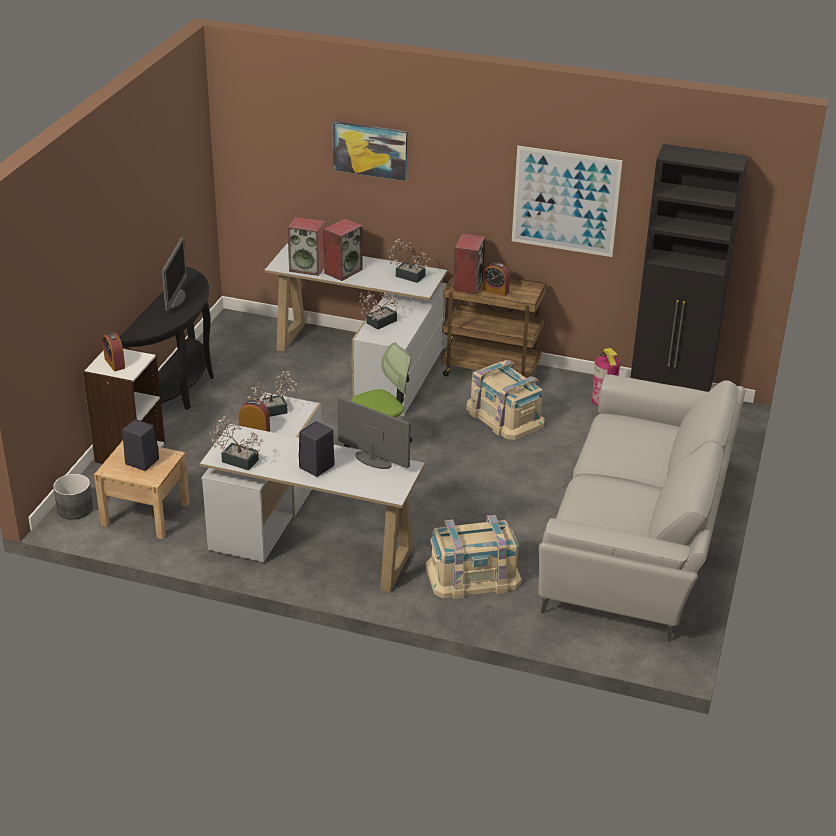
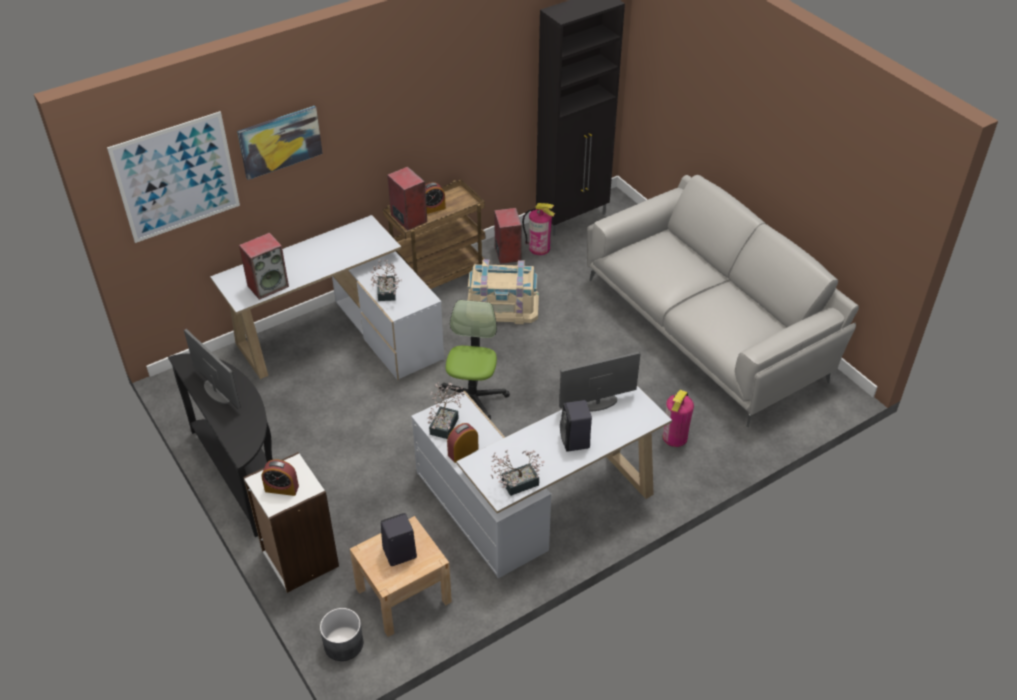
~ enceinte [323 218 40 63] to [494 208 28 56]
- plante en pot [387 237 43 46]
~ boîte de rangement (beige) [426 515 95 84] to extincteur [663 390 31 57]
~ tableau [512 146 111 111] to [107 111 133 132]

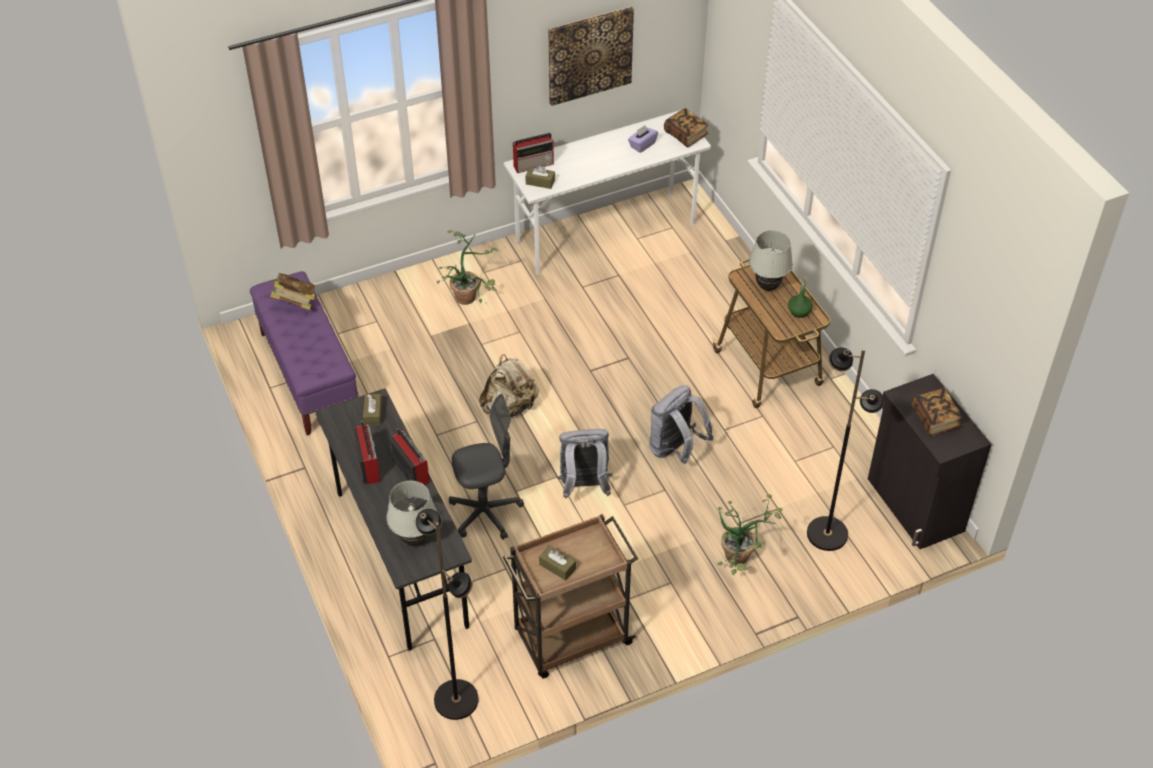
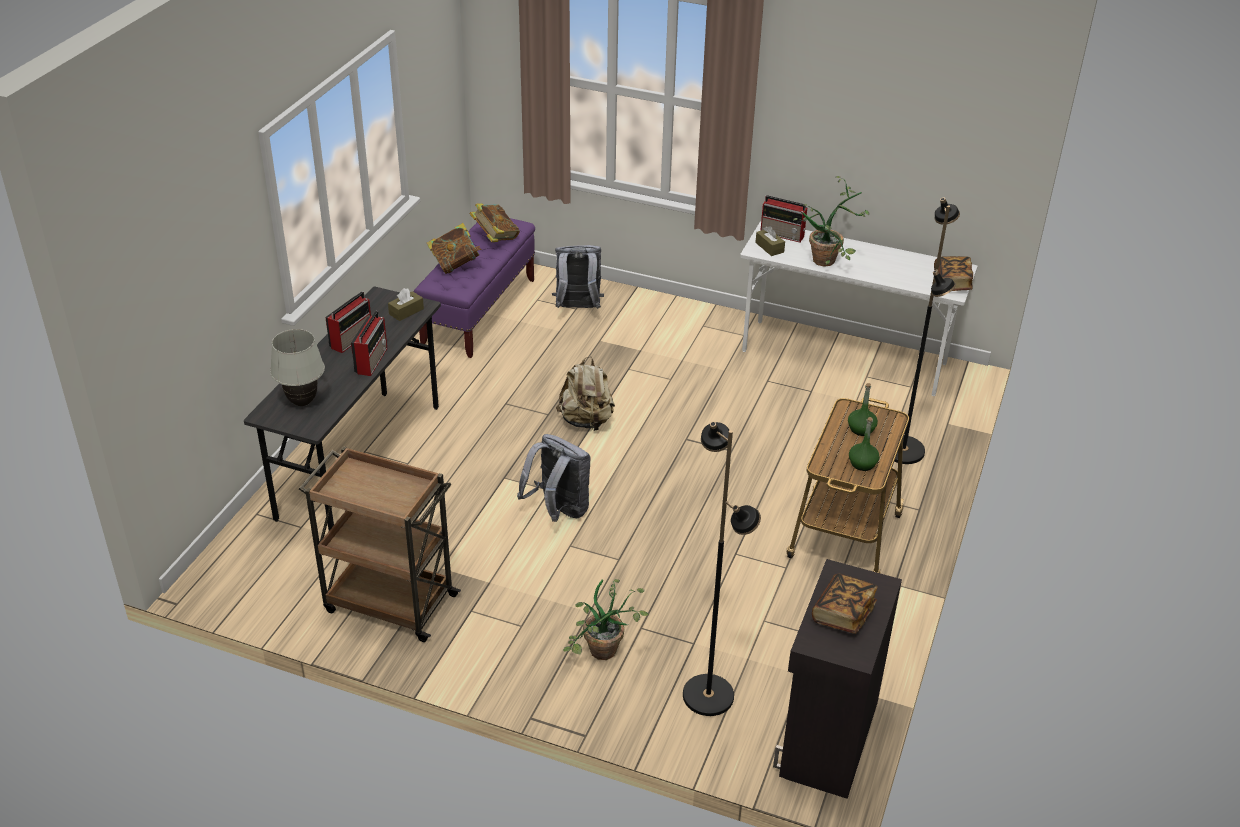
~ lampadaire (noir) [416 509 63 211] to [883 198 77 266]
~ plante en pot [437 230 61 75] to [793 176 76 91]
- chaise de bureau (gris) [449 394 75 146]
- boîte à mouchoirs (marron) [539 545 37 36]
- tableau [548 6 86 100]
- boîte à mouchoirs (violet) [628 125 30 28]
~ sac à dos (gris) [649 385 65 79] to [552 245 52 64]
~ lampe de table (blanc) [749 230 44 61] to bouteille (vert) [848 383 30 53]
+ livre [427 223 55 51]

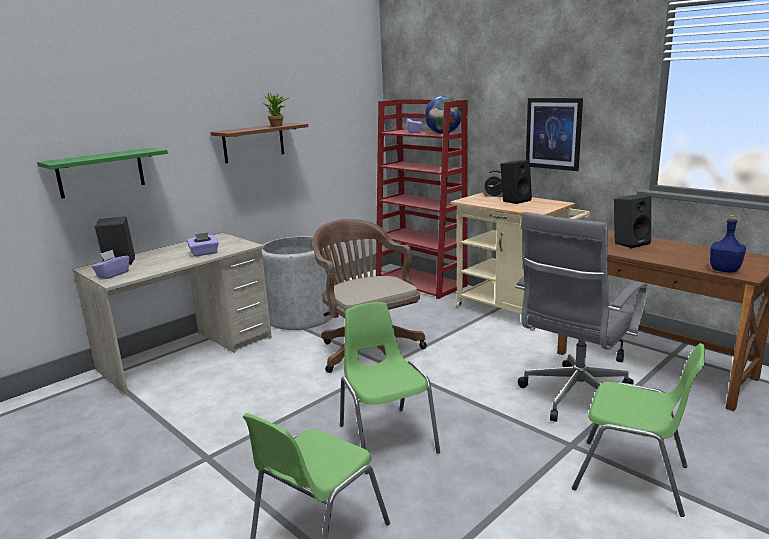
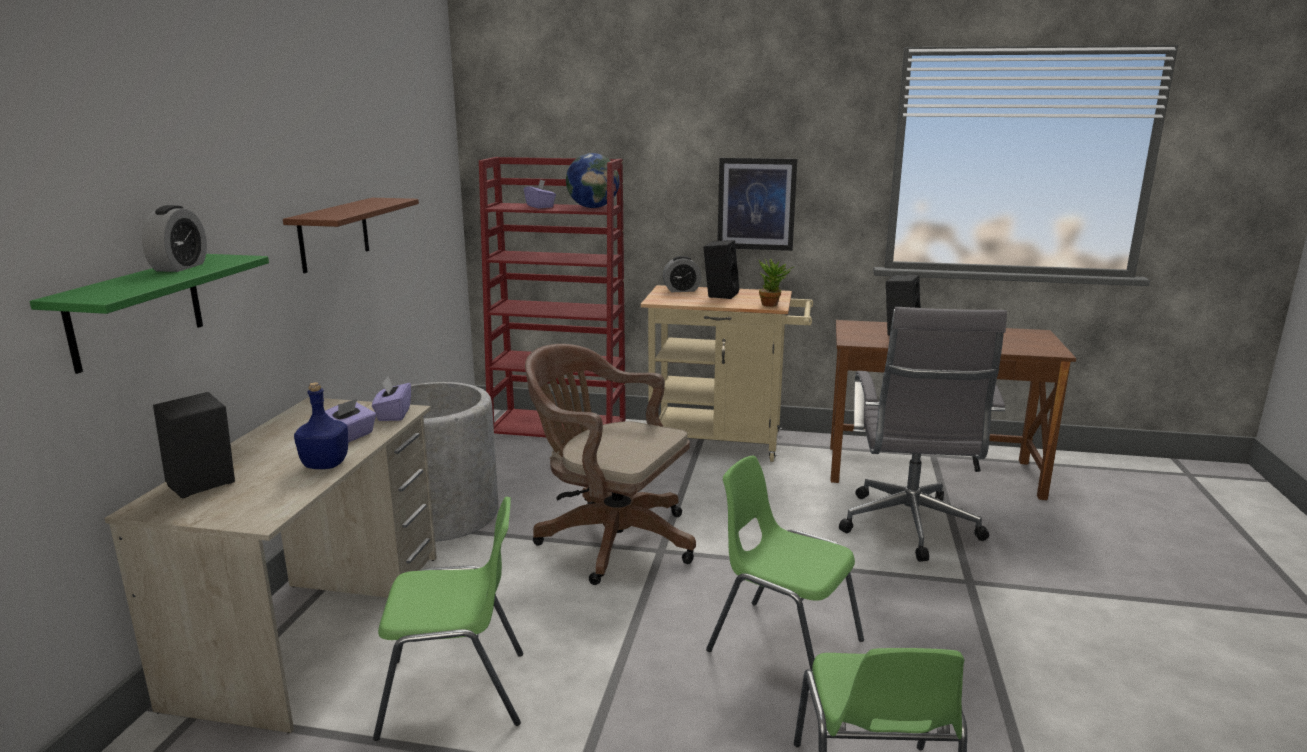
~ boîte à mouchoirs (violet) [92 250 37 29] to [372 377 39 44]
~ plante en pot [263 93 25 34] to [759 259 35 48]
~ chaise (vert) [572 343 133 174] to [373 497 150 244]
~ bouteille (bleu) [710 215 36 58] to [294 382 54 87]
+ réveil [142 205 65 67]

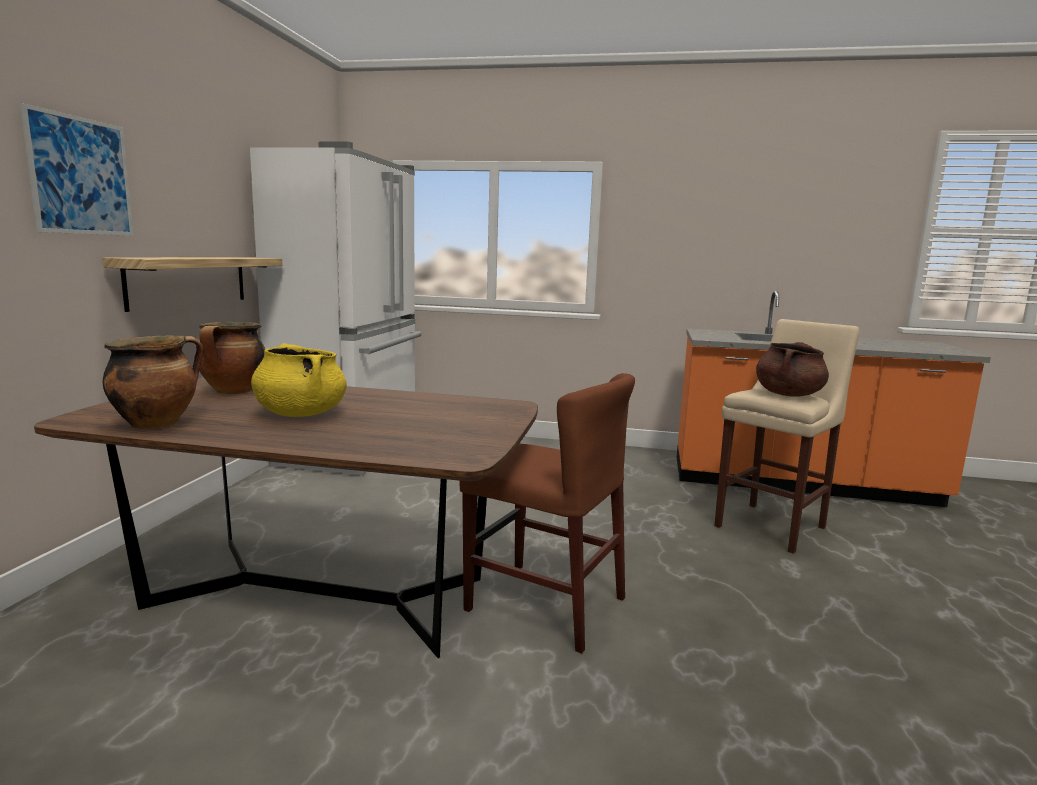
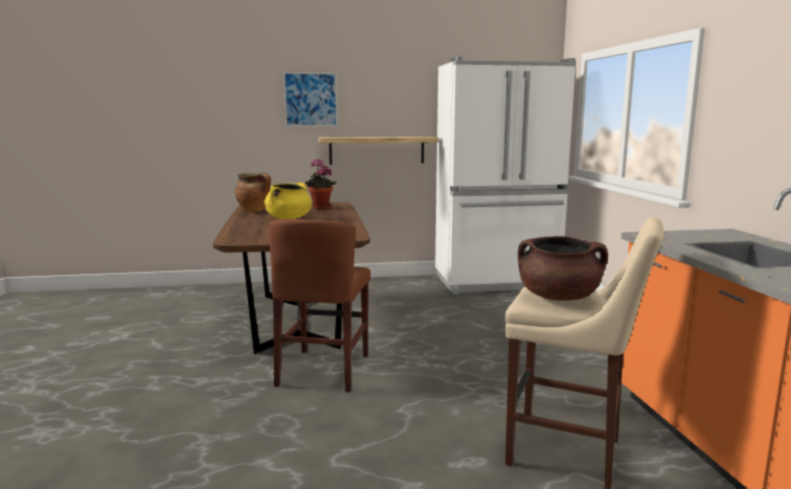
~ marmite [199 322 66 72] to plante en pot [305 158 31 51]

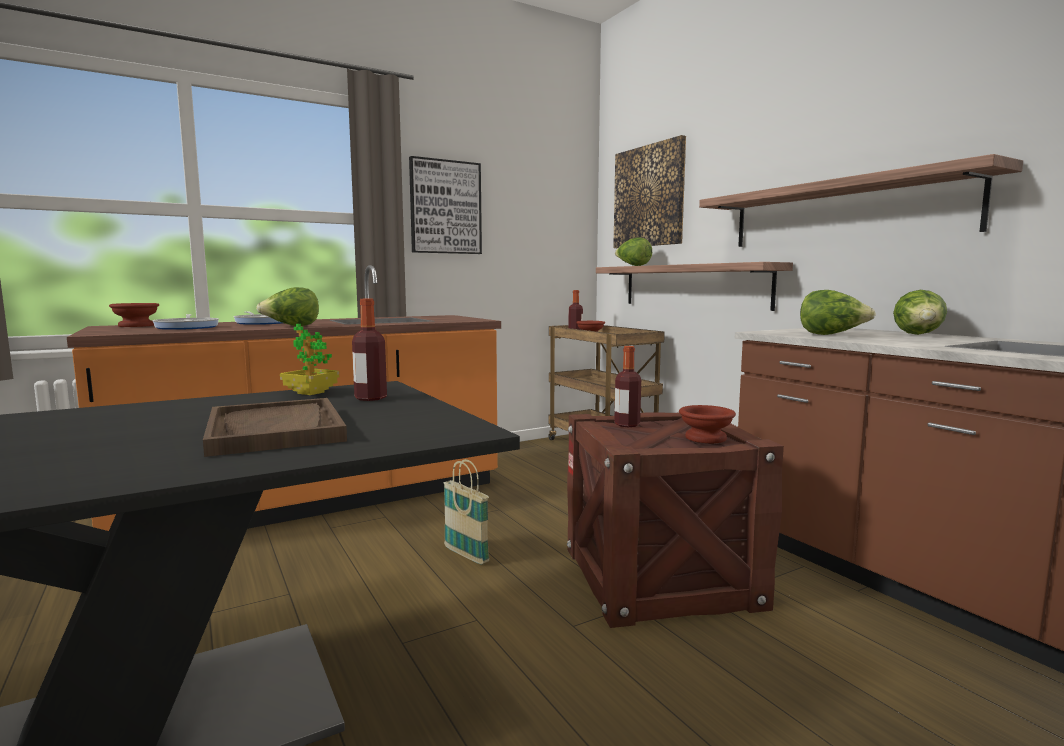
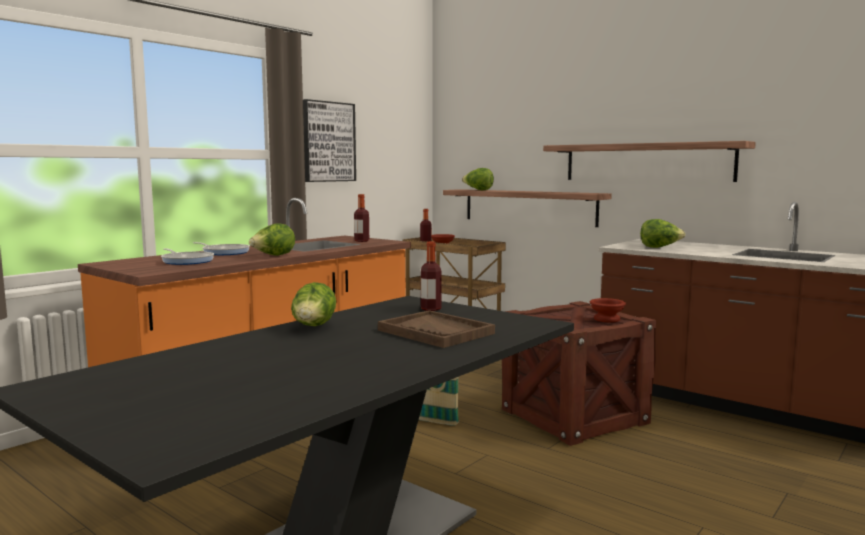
- bol (marron) [109 303 50 24]
- plante en pot [280 324 59 71]
- tableau [613 135 73 113]
~ bouteille [614 346 27 81] to [354 194 15 48]
~ laitue [893 290 54 45] to [291 282 45 44]

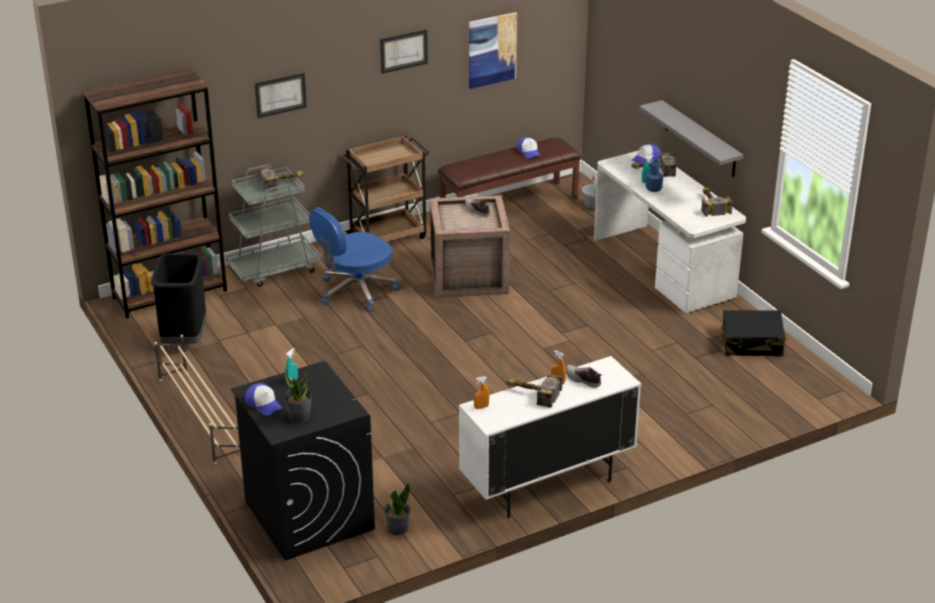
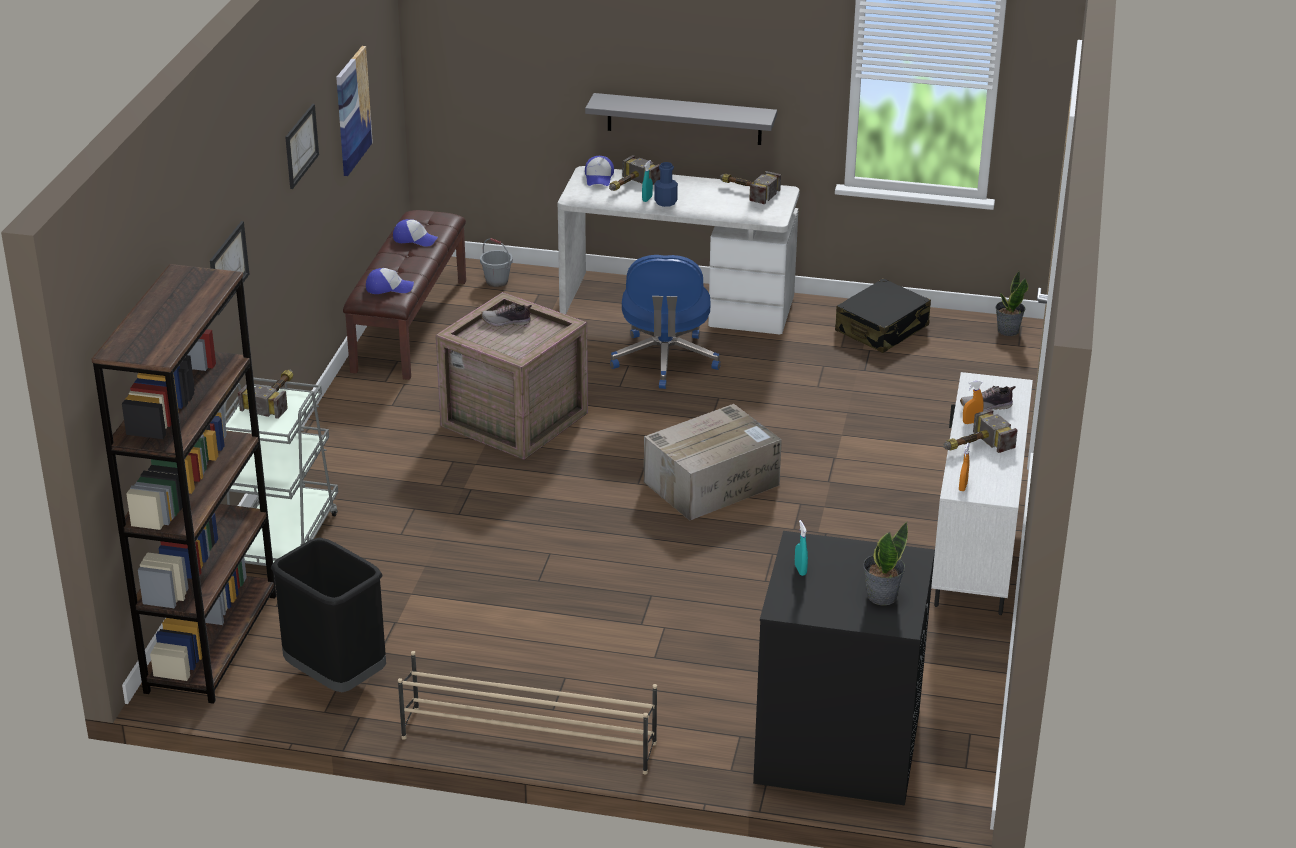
~ casquette [245 383 37 32] to [366 268 48 26]
~ chaise de bureau (bleu) [309 207 91 105] to [610 255 111 134]
- chariot (marron) [342 136 87 106]
~ plante en pot [384 483 27 52] to [995 270 33 66]
+ carton [644 404 138 117]

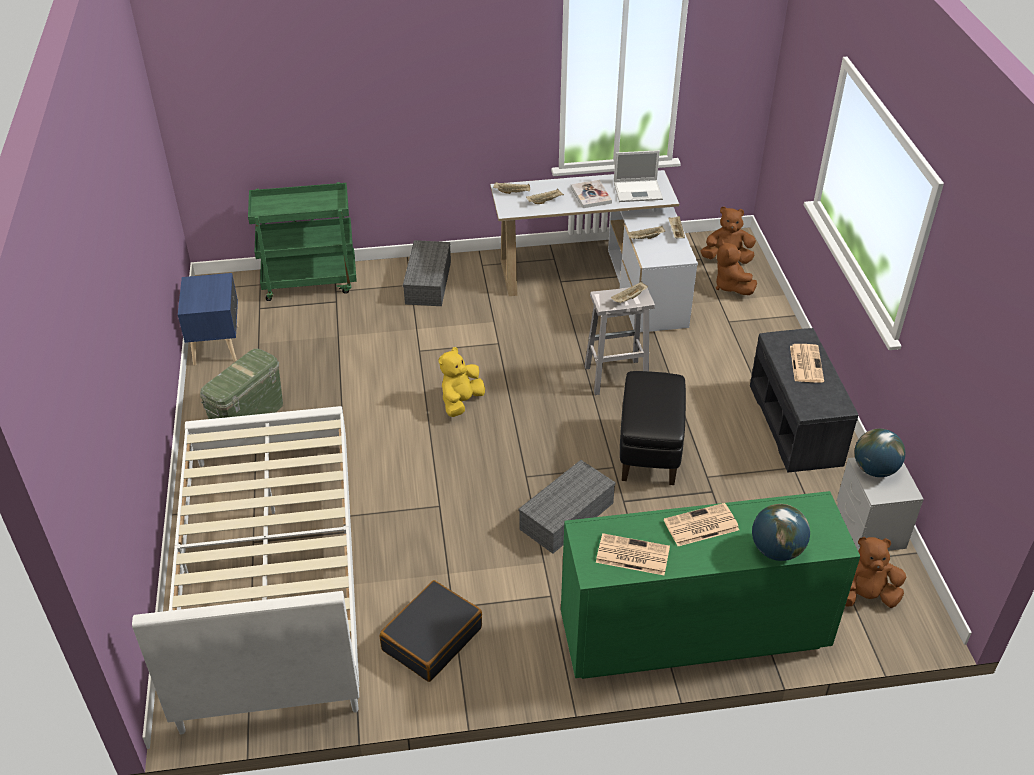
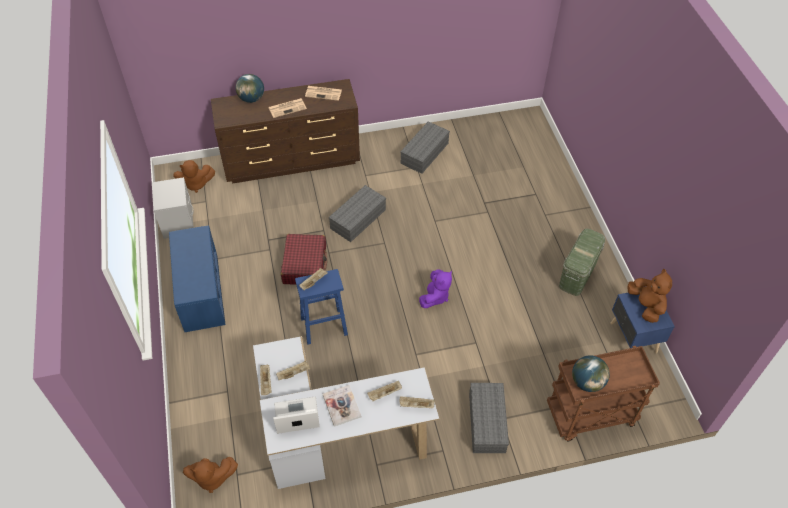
- lit (blanc) [132 406 227 329]
~ chariot (vert) [248 182 109 119] to chariot (marron) [547 346 113 95]
~ valise (noir) [380 580 102 102] to boîte de rangement (gris) [400 121 50 53]
~ peluche (jaune) [439 347 46 70] to peluche (violet) [419 269 33 39]
~ commode (vert) [561 491 299 188] to commode (marron) [211 79 149 105]
~ tabouret (blanc) [585 287 70 108] to tabouret (bleu) [295 269 53 76]
~ pouf (noir) [620 371 66 114] to valise (rouge) [281 234 46 51]
~ peluche (marron) [716 240 41 55] to [627 269 45 54]
~ banc (gris) [750 328 108 145] to banc (bleu) [169 226 57 106]
- journal [790 344 34 39]
~ globe [854 429 51 48] to [572 355 38 37]

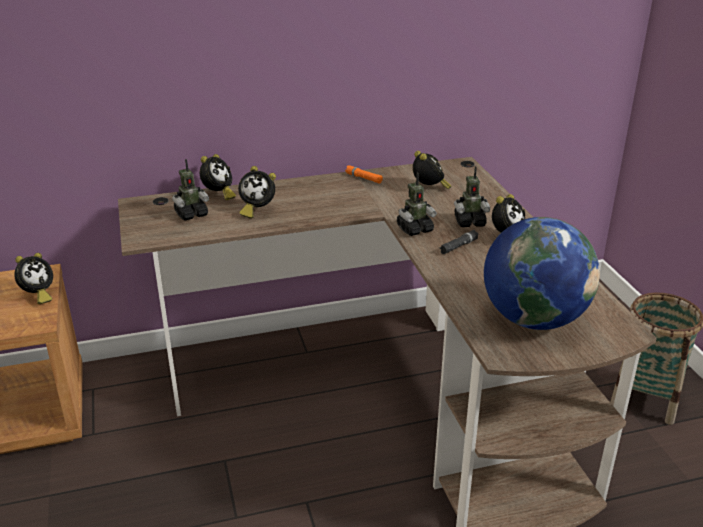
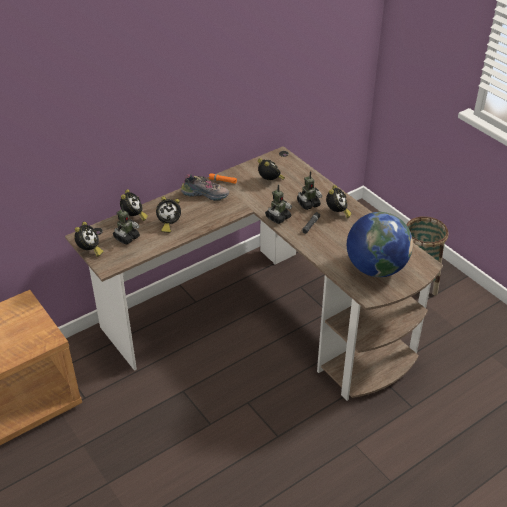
~ réveil [14 253 39 51] to [74 222 30 35]
+ chaussure [181 174 48 27]

